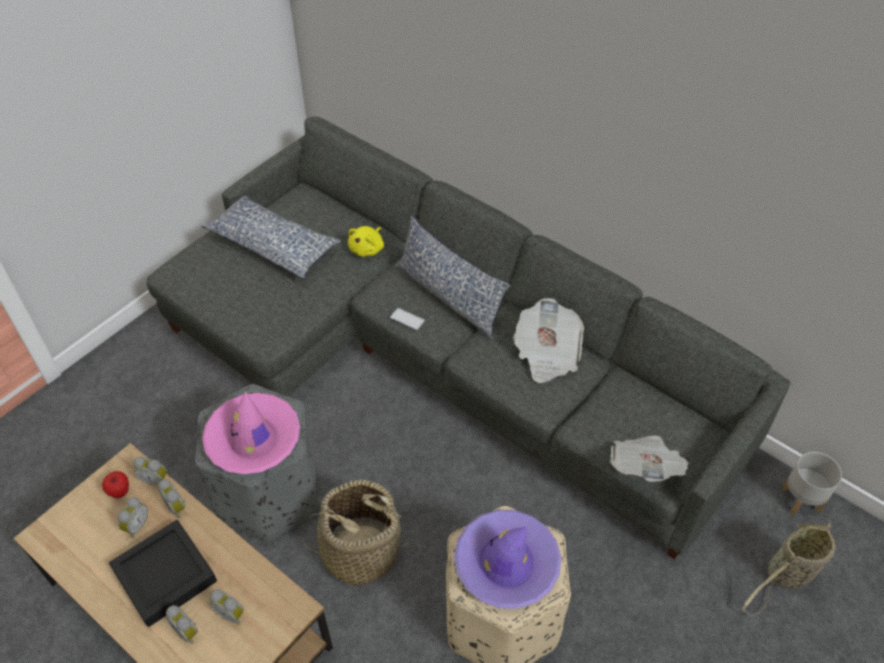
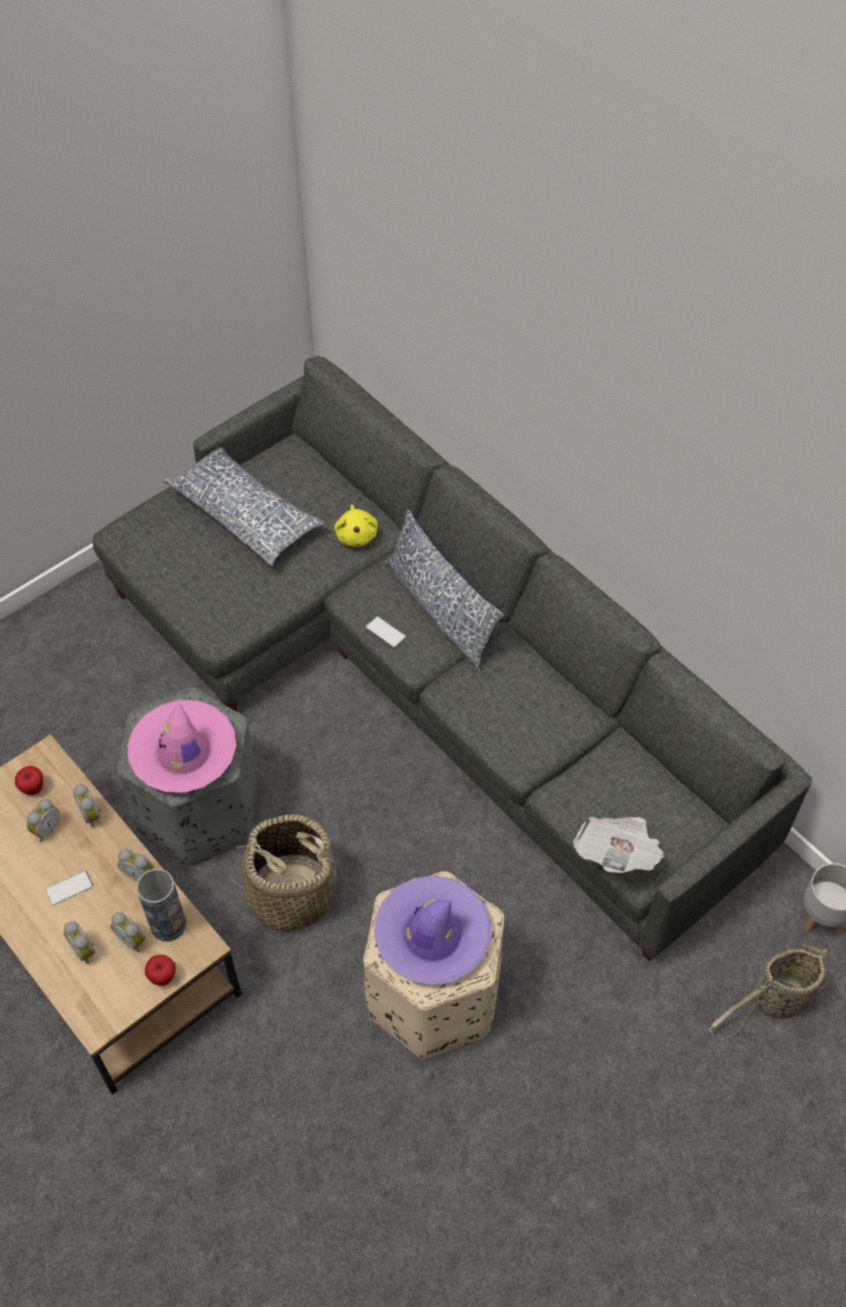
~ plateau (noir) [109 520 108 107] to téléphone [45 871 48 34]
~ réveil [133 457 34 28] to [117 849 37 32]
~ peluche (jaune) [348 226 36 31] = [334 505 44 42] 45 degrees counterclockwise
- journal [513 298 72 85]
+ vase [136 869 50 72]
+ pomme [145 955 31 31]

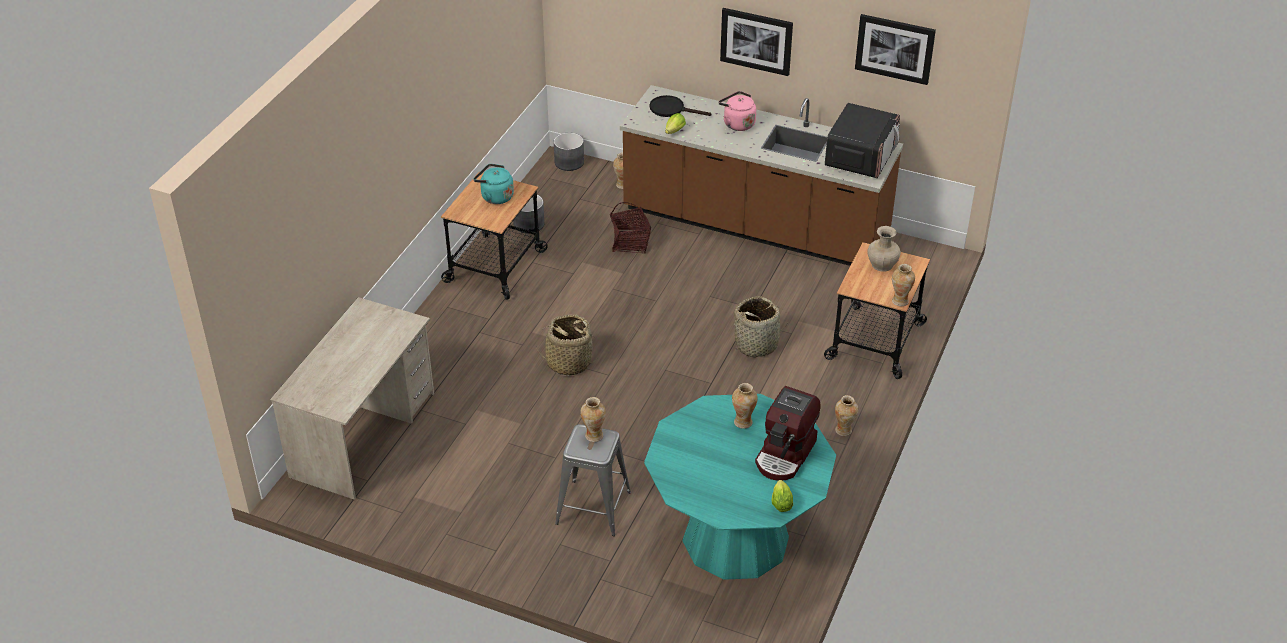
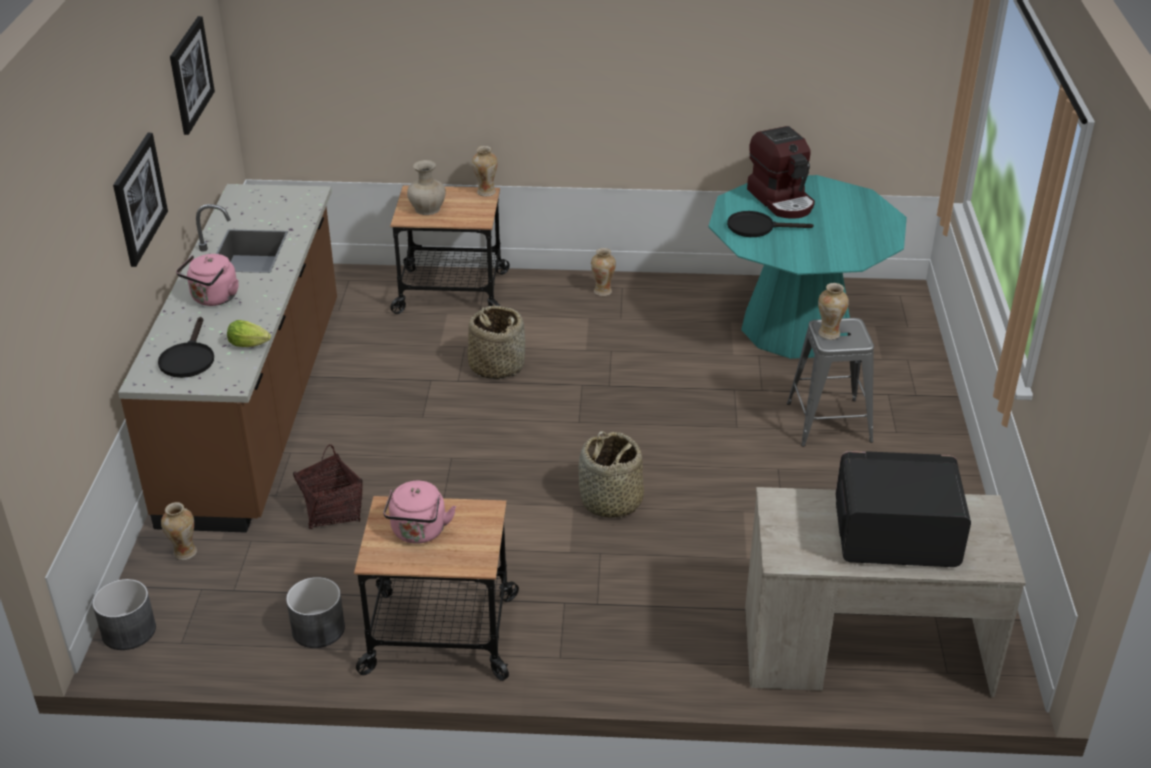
~ bouilloire (turquoise) [474 164 40 40] to bouilloire (rose) [383 481 73 63]
~ vase [732 383 26 46] to poêle (noir) [727 211 87 26]
~ machine à café [755 386 66 95] = [747 126 68 93] 60 degrees clockwise
- laitue [772 480 21 32]
~ micro-ondes [825 103 75 75] to [836 451 135 116]

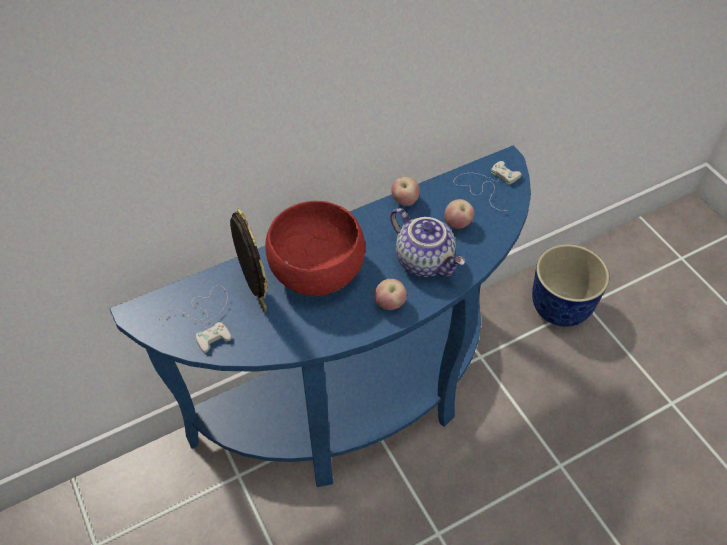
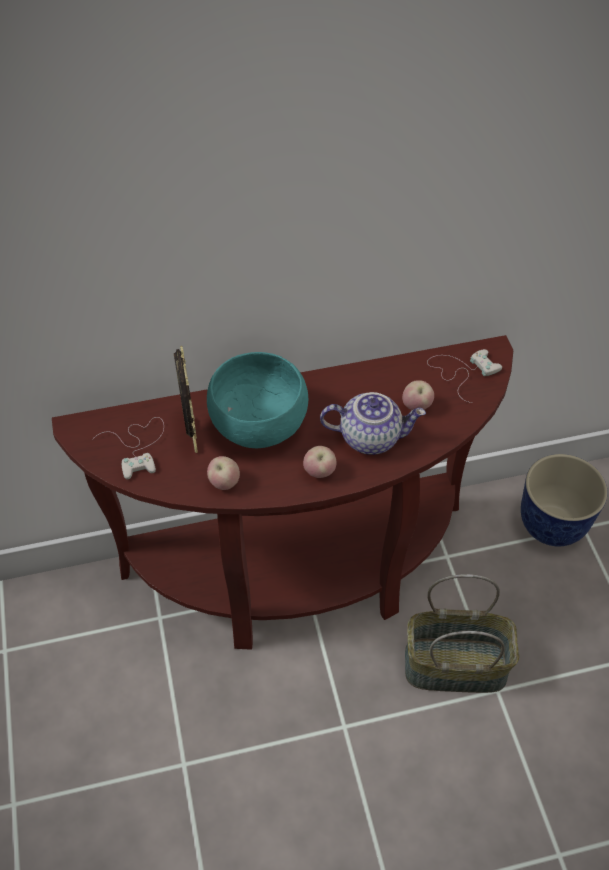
~ table console (bleu) [110 145 421 342] to table console (marron) [52 335 461 315]
~ bol (rouge) [265 201 100 95] to bol (turquoise) [207 352 101 96]
~ théière [390 208 75 69] = [320 392 106 63] 60 degrees counterclockwise
~ pomme [391 177 29 29] to [207 456 33 34]
+ panier [405 574 114 119]

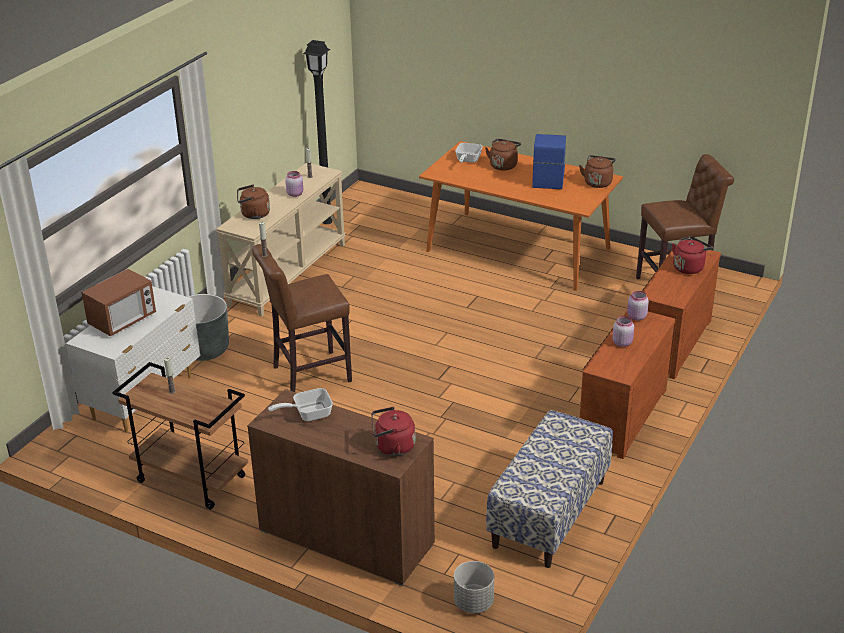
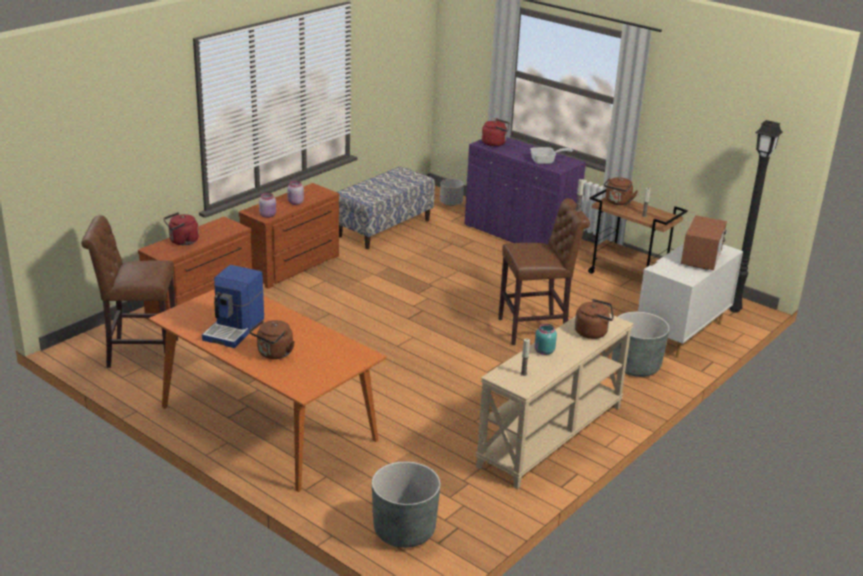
~ micro-ondes [81 269 75 67] = [681 215 46 55] 150 degrees clockwise
~ meuble de rangement (marron) [247 389 188 197] to meuble de rangement (violet) [465 137 121 107]
~ bocal (rose) [285 171 18 26] to bocal (turquoise) [534 324 23 31]
~ lampadaire (noir) [303 40 30 184] to [730 120 53 193]
- poêle [455 143 28 20]
~ bouilloire (marron) [579 155 37 33] to [604 177 34 28]
+ cache-pot (gris) [372 461 69 87]

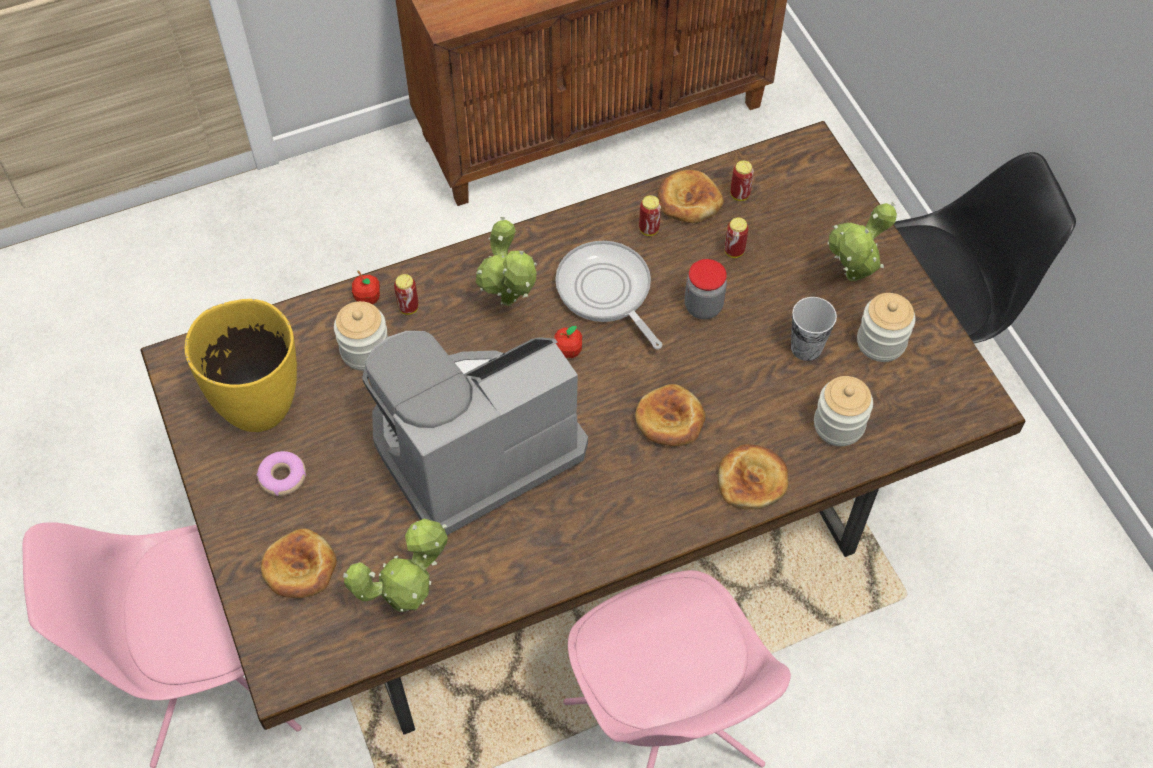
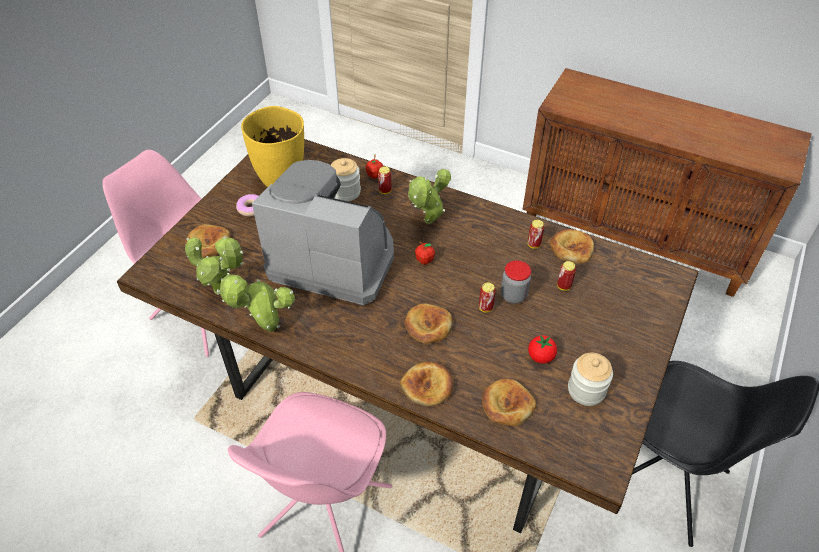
- poêle [555 241 108 108]
~ boîte métallique [730 161 24 40] to [479 283 17 30]
~ tasse [791 297 46 64] to tomate [528 335 29 28]
~ bocal [814 376 59 70] to pain [482 379 54 47]
~ plante en pot [827 202 70 79] to [217 273 78 59]

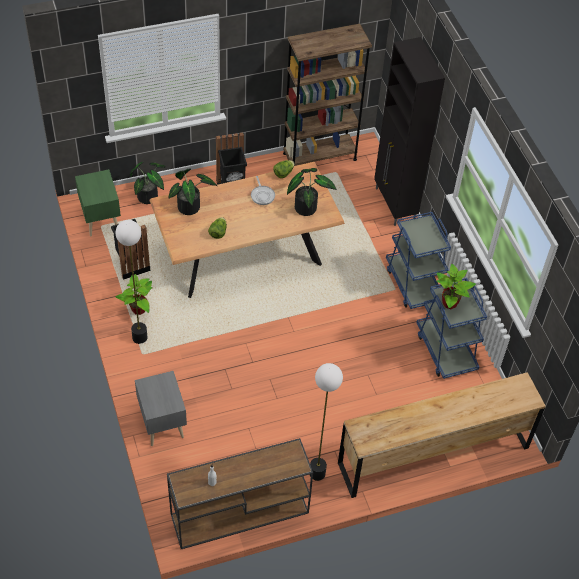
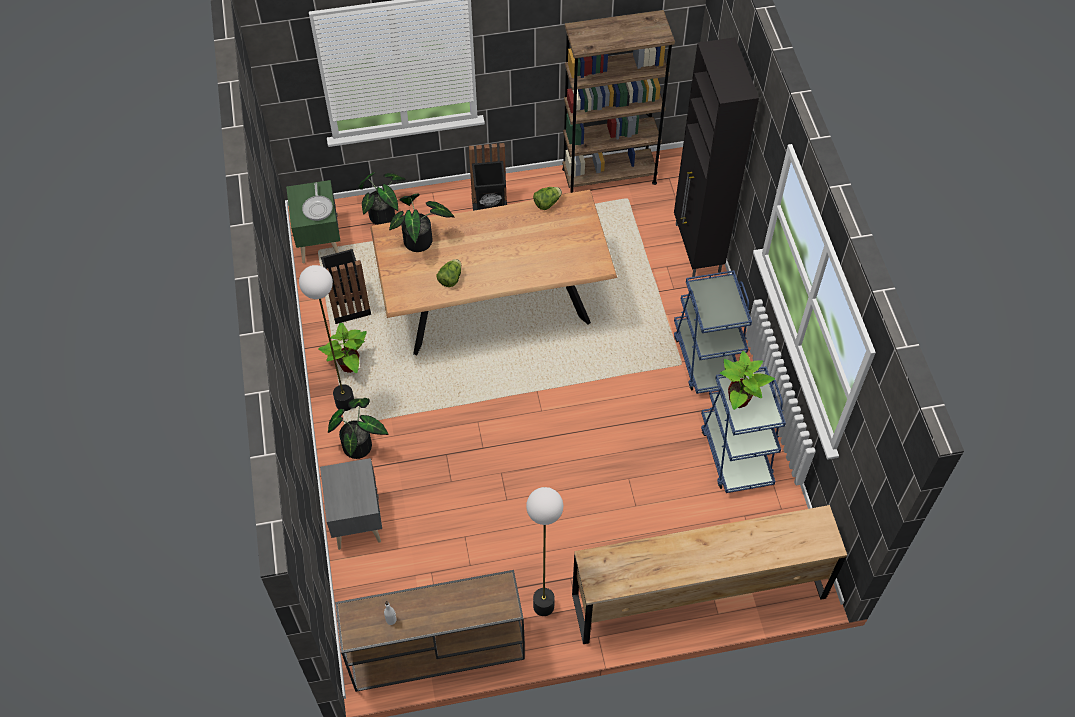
~ poêle [251 176 24 29] to [302 183 31 38]
~ plante en pot [287 168 49 48] to [328 398 60 61]

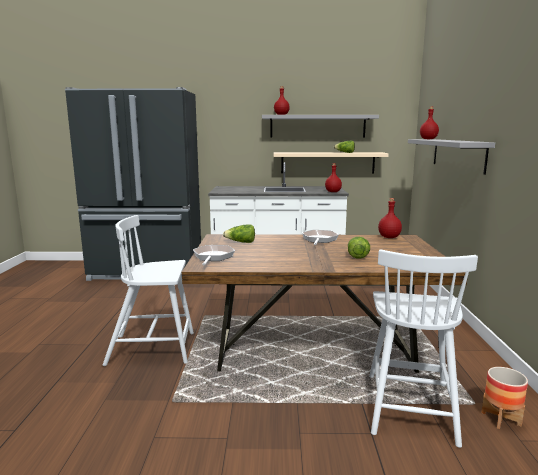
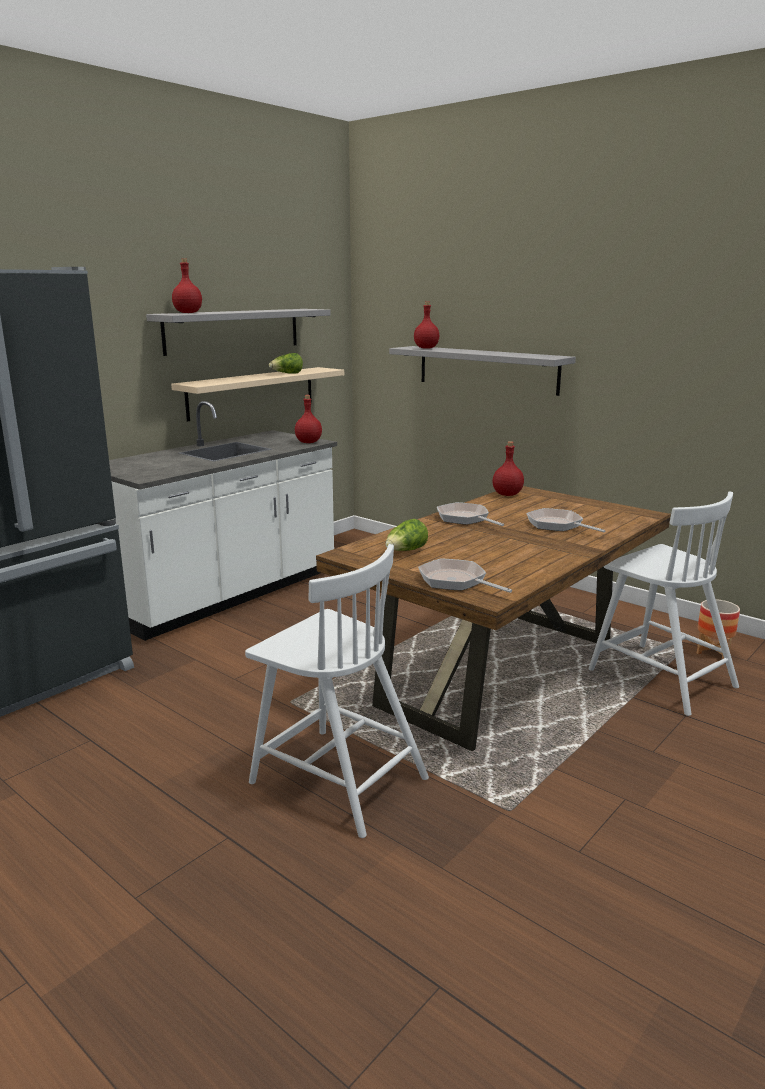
~ chaise (blanc) [103 215 91 151] = [245 544 184 294] 90 degrees counterclockwise
~ laitue [348 237 22 22] to poêle [526 508 80 24]

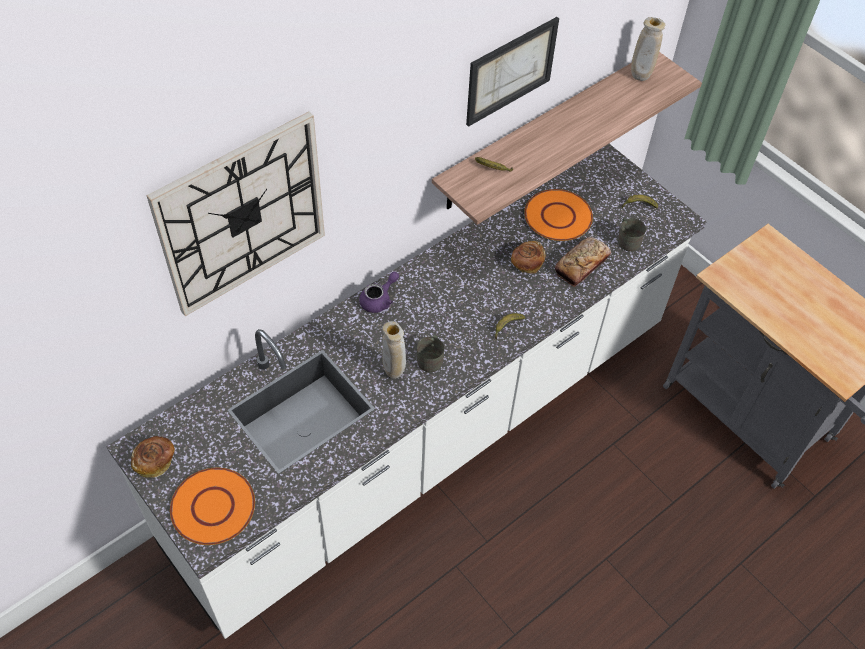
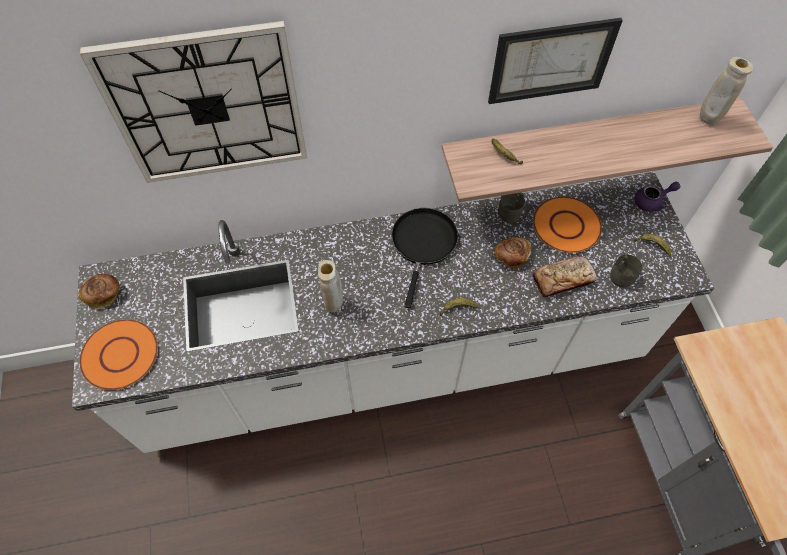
~ théière (violet) [359 272 40 41] to [634 182 46 30]
~ mug (gris) [417 335 27 37] to [498 192 27 31]
+ poêle (noir) [391 208 67 100]

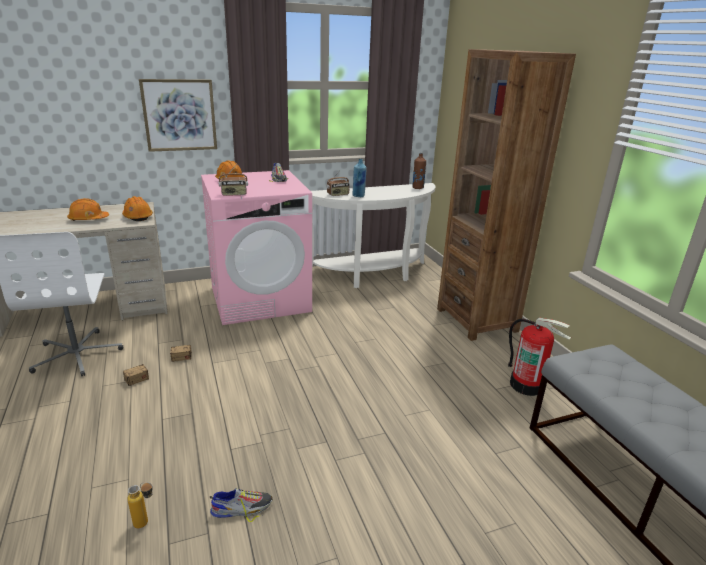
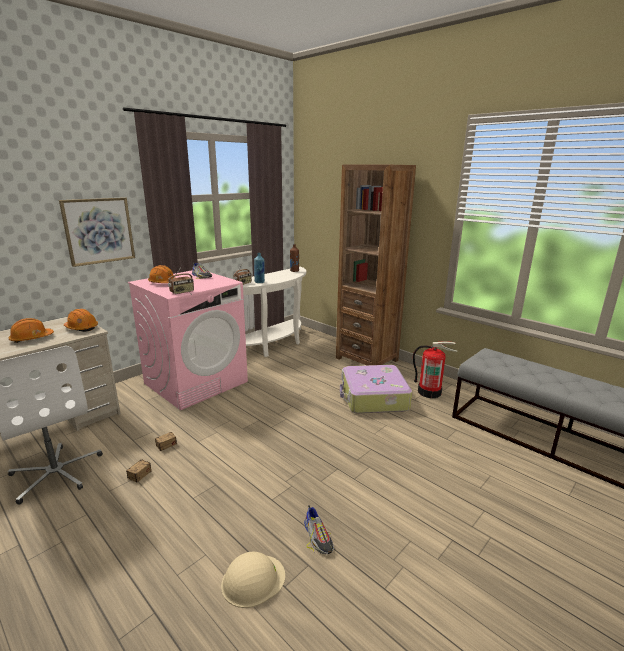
~ bouteille [128 482 25 46] to casque de chantier (beige) [221 552 64 56]
~ chaussure [210 488 62 34] = [304 505 30 49] 105 degrees clockwise
+ valise [340 365 72 48]

